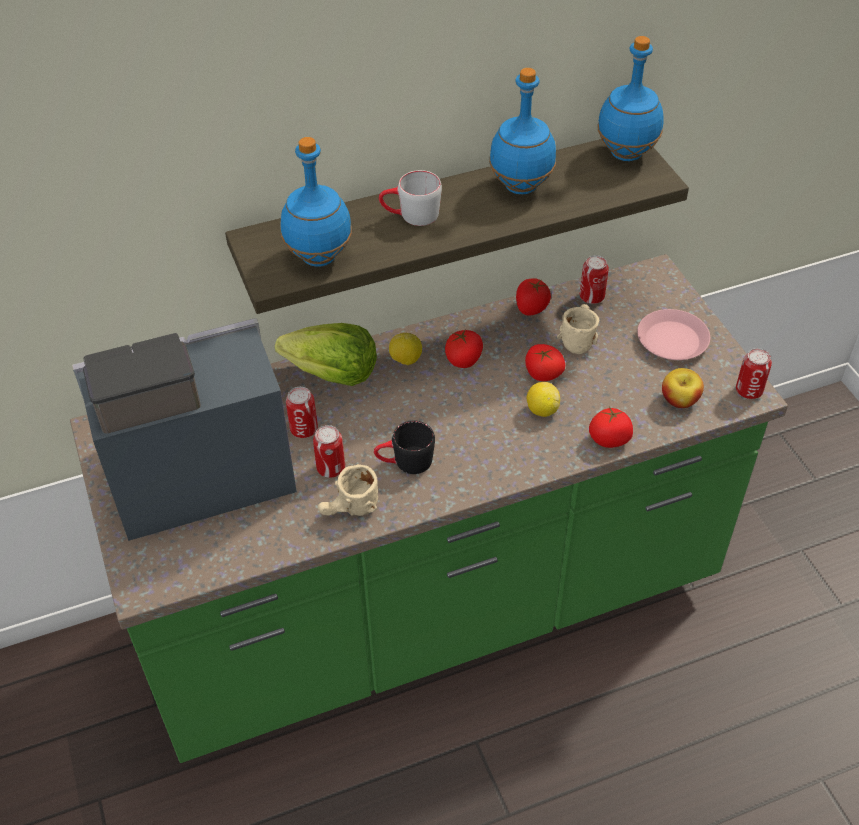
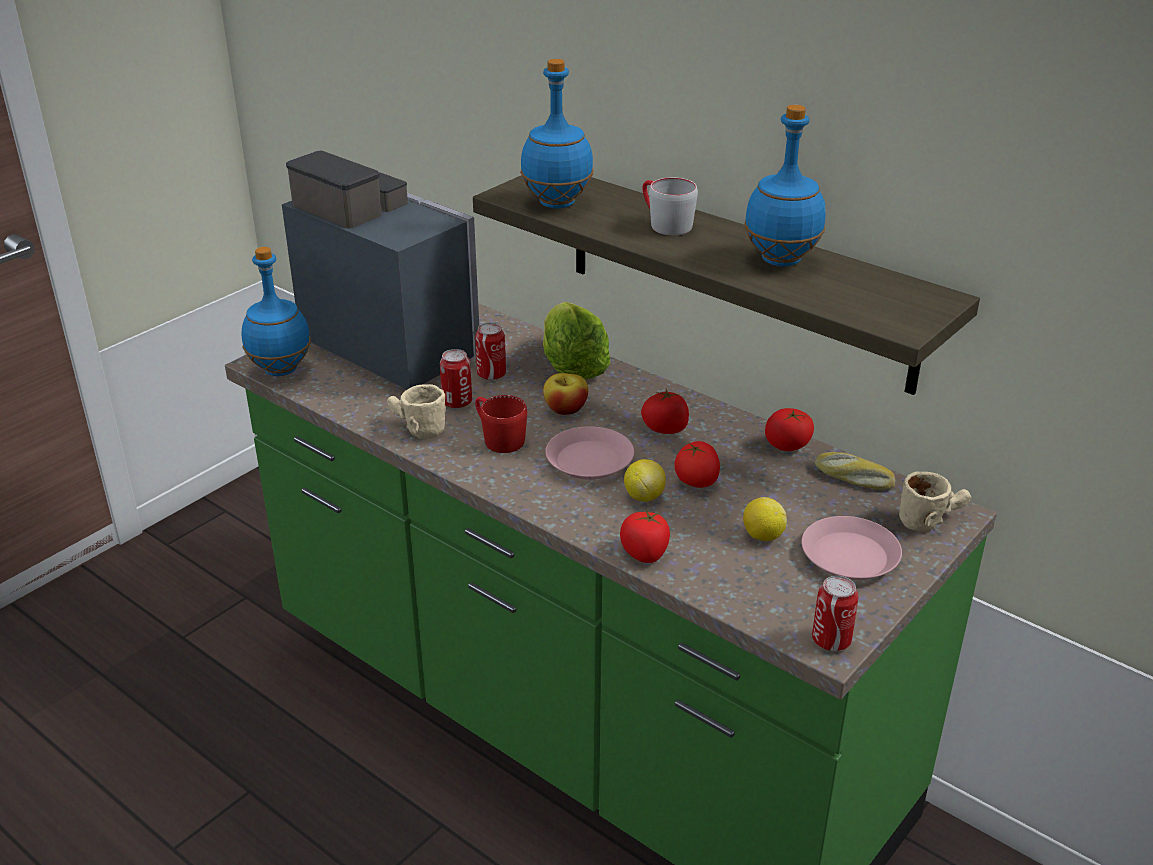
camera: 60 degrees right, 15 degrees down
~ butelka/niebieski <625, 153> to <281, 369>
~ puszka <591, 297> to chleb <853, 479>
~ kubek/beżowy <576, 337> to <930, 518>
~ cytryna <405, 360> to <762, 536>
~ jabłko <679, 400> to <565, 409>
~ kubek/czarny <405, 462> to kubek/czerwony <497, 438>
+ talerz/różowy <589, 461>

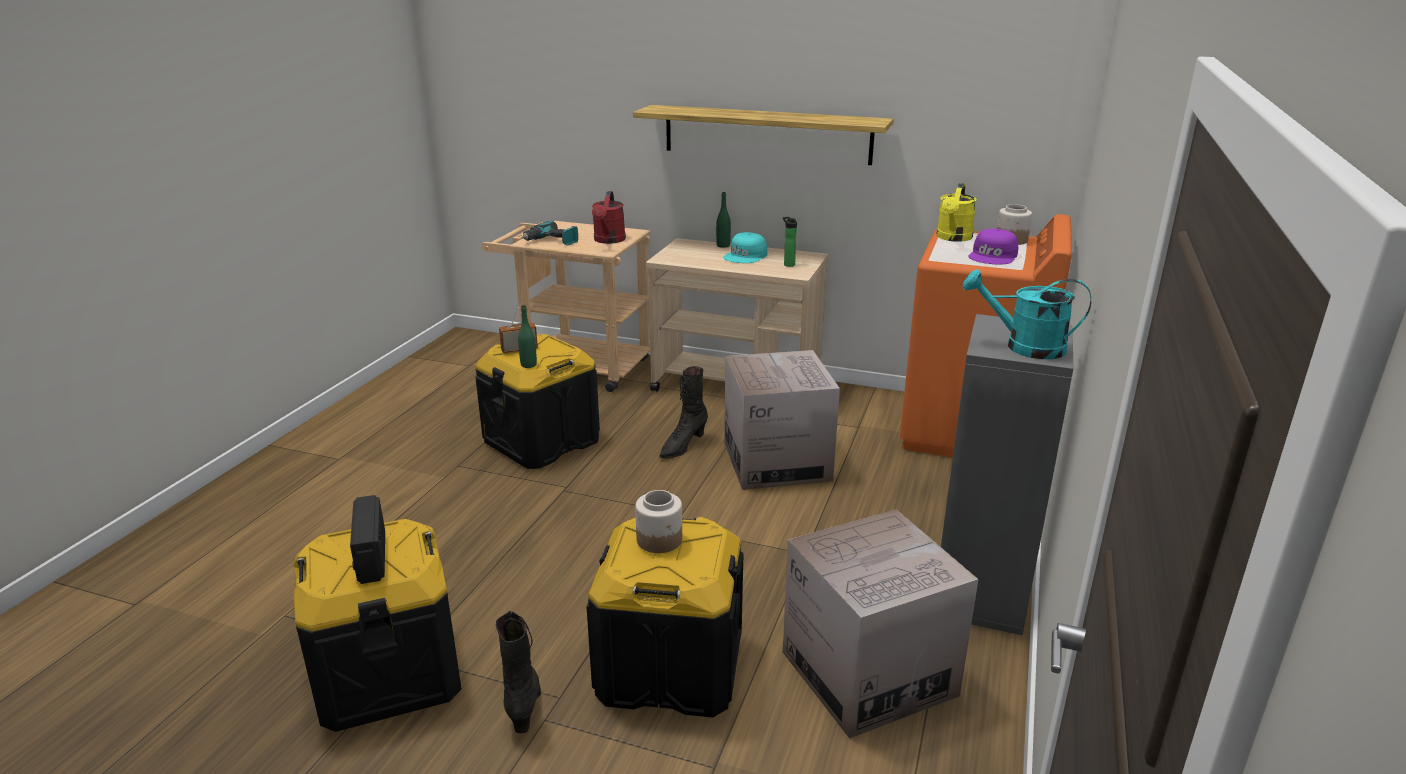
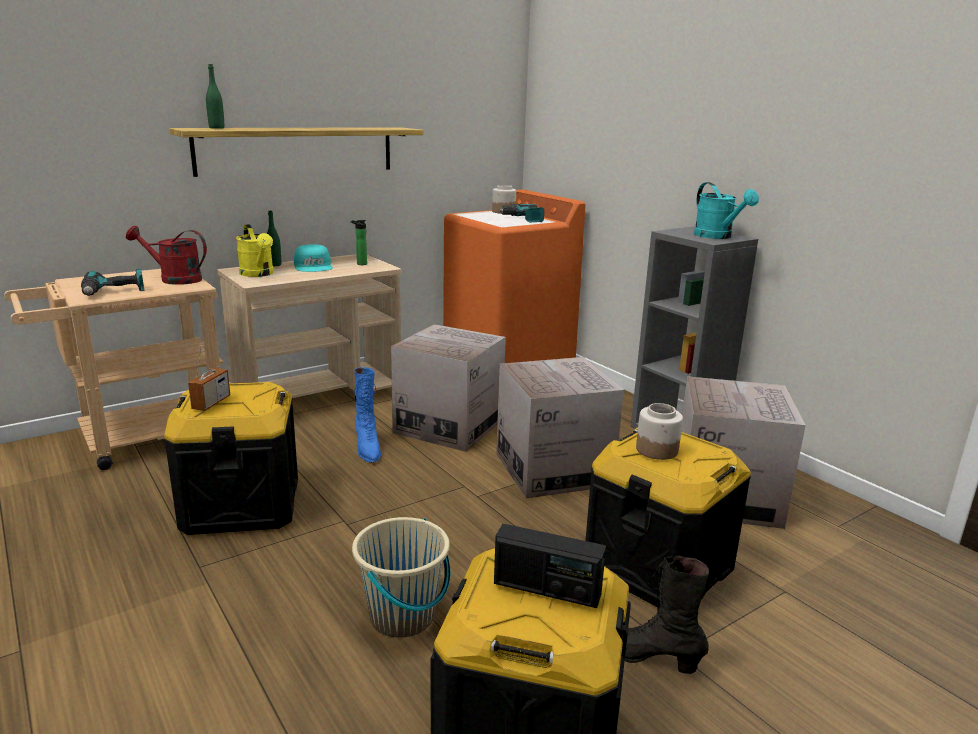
camera: 55 degrees left, 5 degrees down
~ konewka/żółty <953, 238> to <258, 274>
~ konewka/czerwony <608, 240> = <174, 279> 150 degrees clockwise
~ czapka z daszkiem/fioletowy <993, 256> to wiertarka <523, 219>
~ konewka/turkusowy <1024, 347> = <717, 236> 75 degrees counterclockwise
~ butelka/zielony <528, 365> to <216, 128>
~ but z cholewką/czarny <682, 446> to but z cholewką/niebieski <367, 448>
+ karton <553, 469>
+ wiadro/beżowy <403, 616>

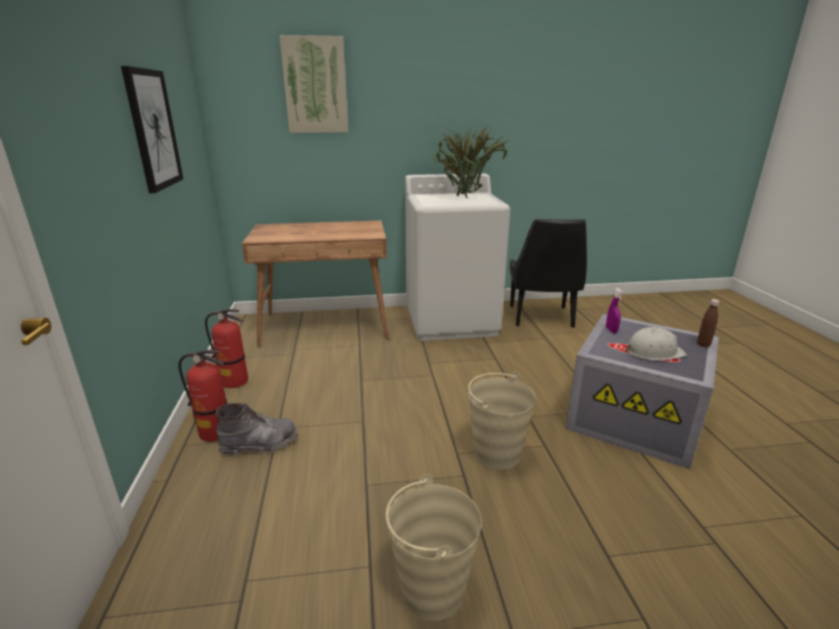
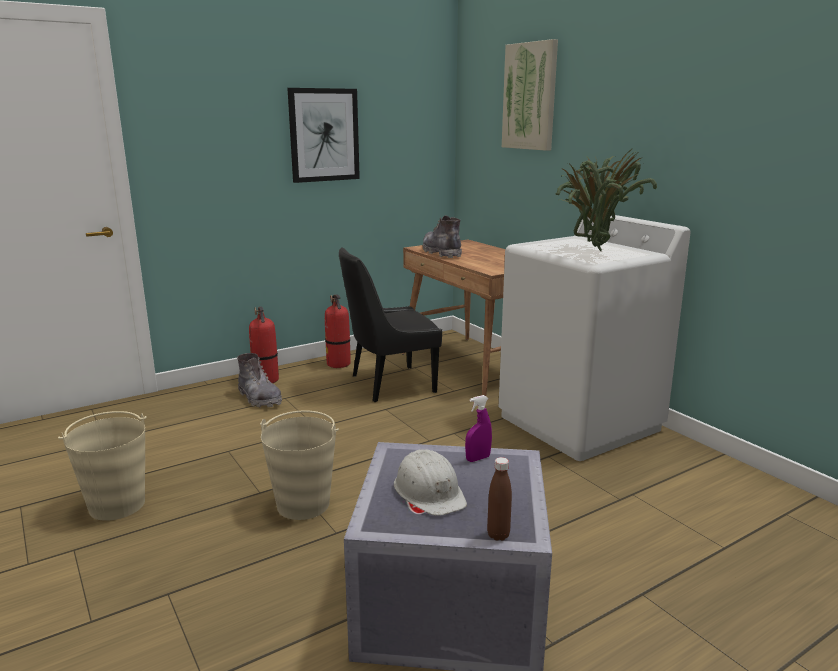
camera: 65 degrees right, 5 degrees down
~ krzesło/czarny <541, 318> to <389, 384>
+ but z cholewką/szary <441, 253>

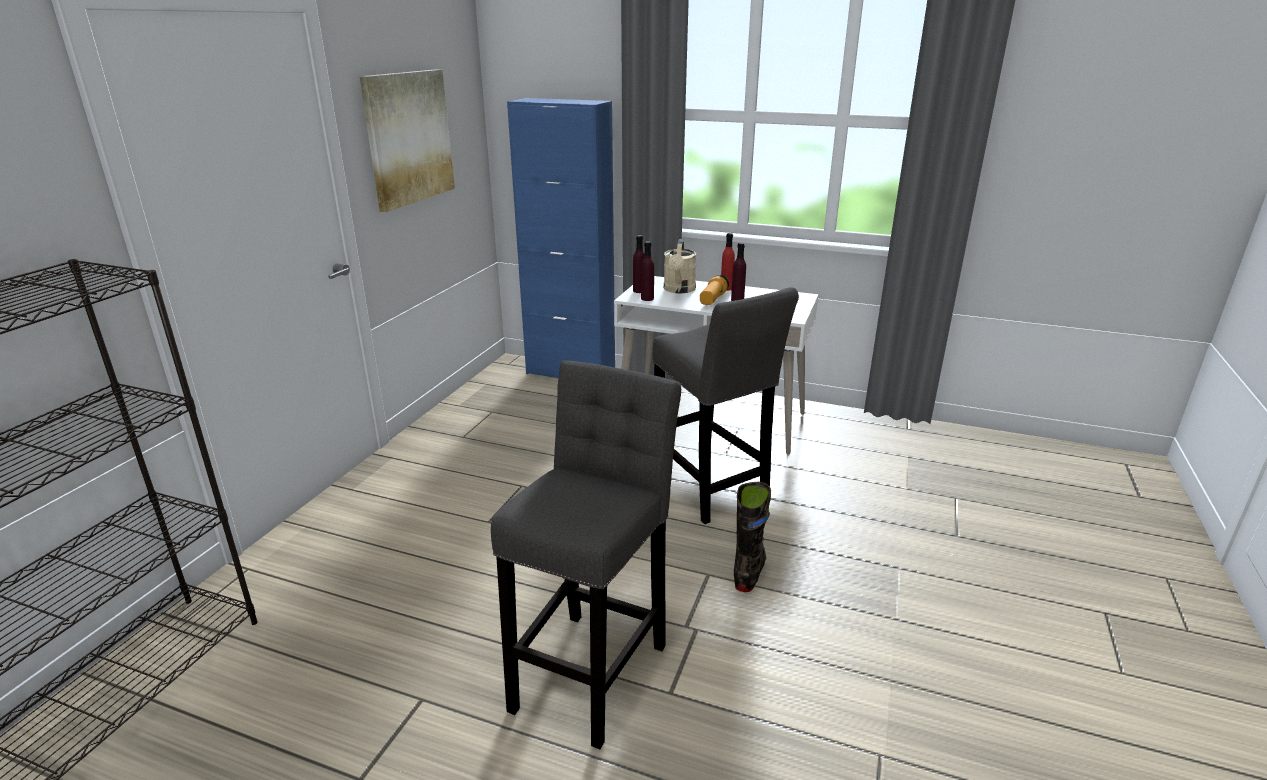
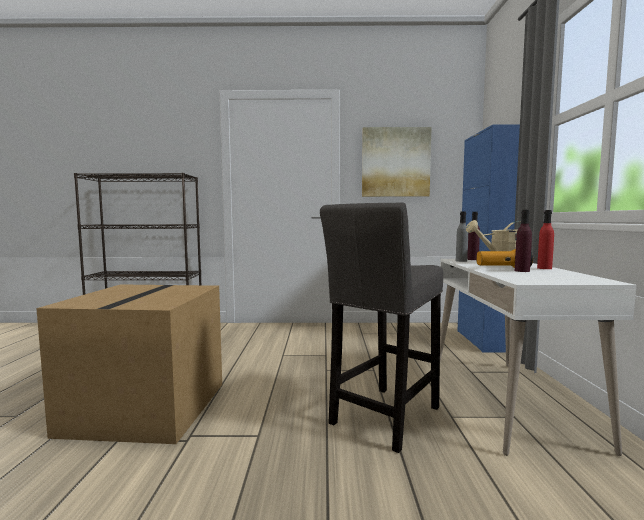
camera: 70 degrees right, 20 degrees down
~ butelka/fioletowy <647, 298> to butelka/szary <461, 261>
~ stołek/szary <593, 669> to karton <147, 409>
- but z cholewką/czarny <749, 571>

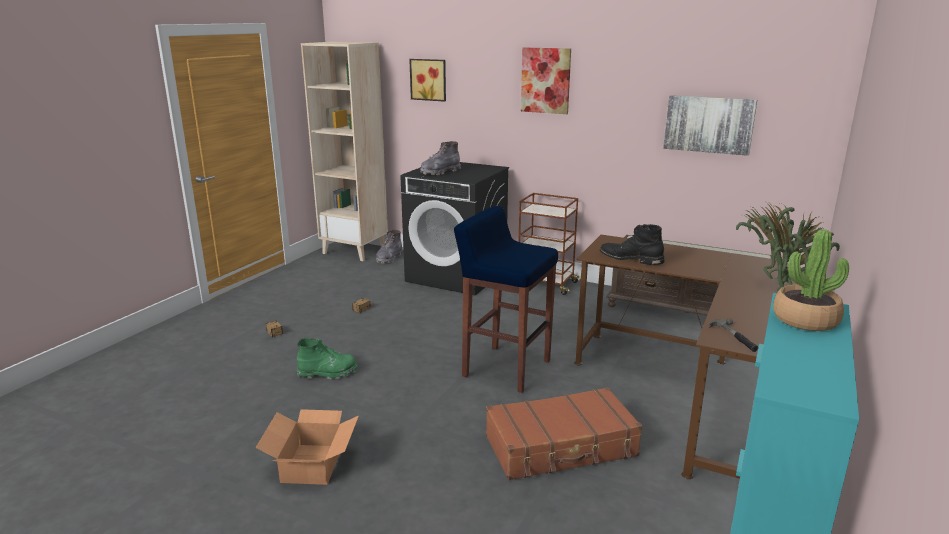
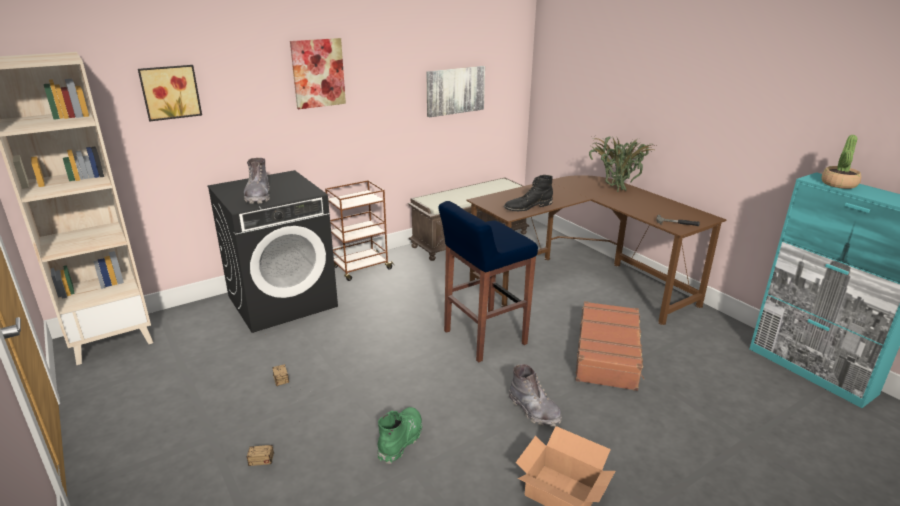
camera: 60 degrees left, 5 degrees up
~ but z cholewką/szary <389, 258> to <534, 410>

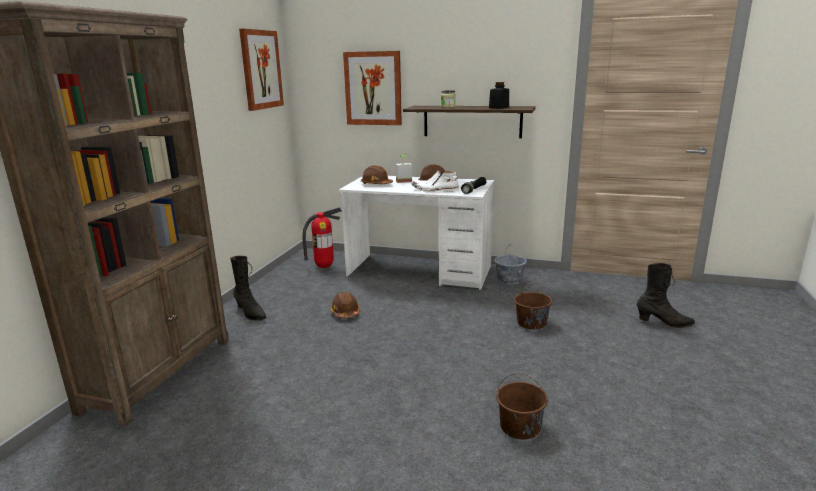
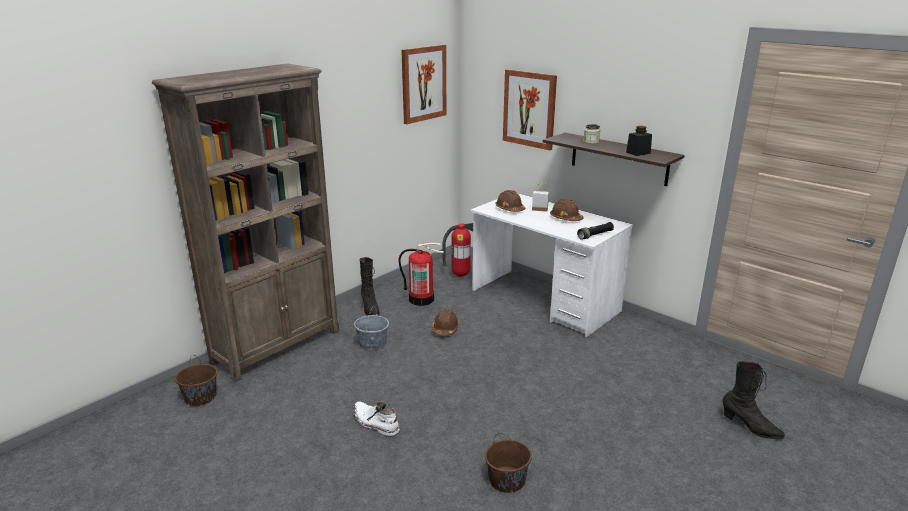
camera: 25 degrees right, 5 degrees up
~ but z cholewką/biały <435, 190> to <375, 423>
~ wiadro/szary <509, 280> to <372, 343>
~ wiadro/brązowy <532, 323> to <200, 397>
+ gaśnica <421, 299>

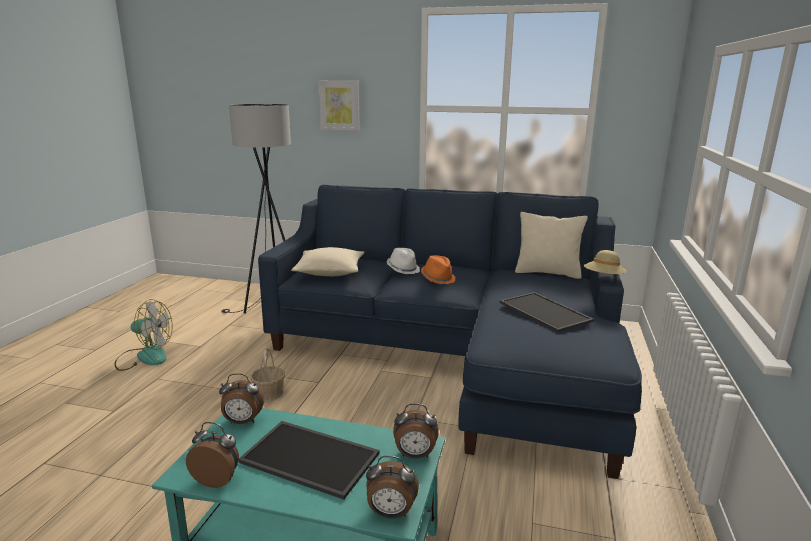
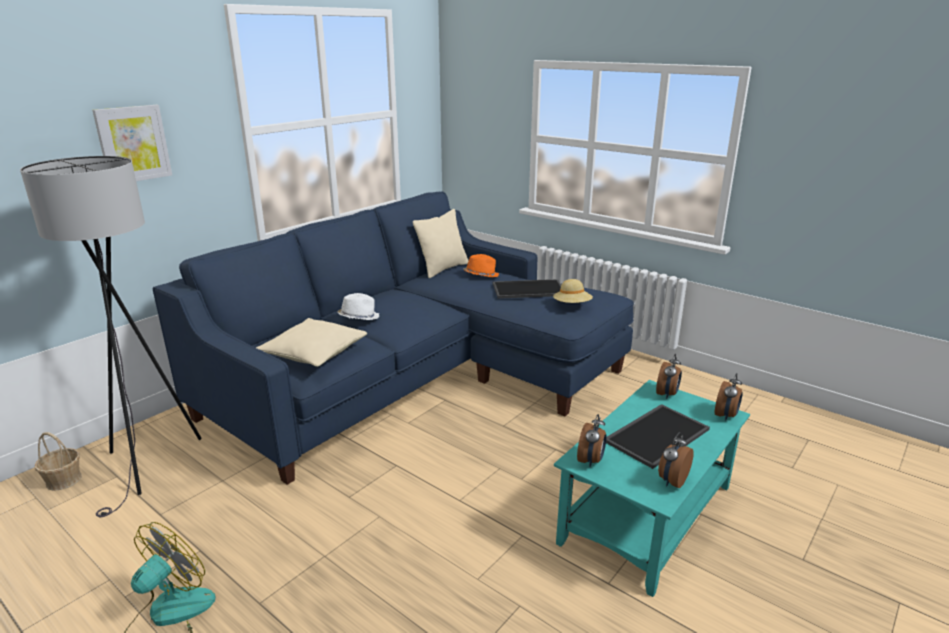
camera: 65 degrees left, 5 degrees up
~ kapelusz/beżowy <603, 278> to <572, 305>
~ kapelusz/pomarańczowy <438, 278> to <481, 275>
~ koszyk <269, 393> to <64, 480>

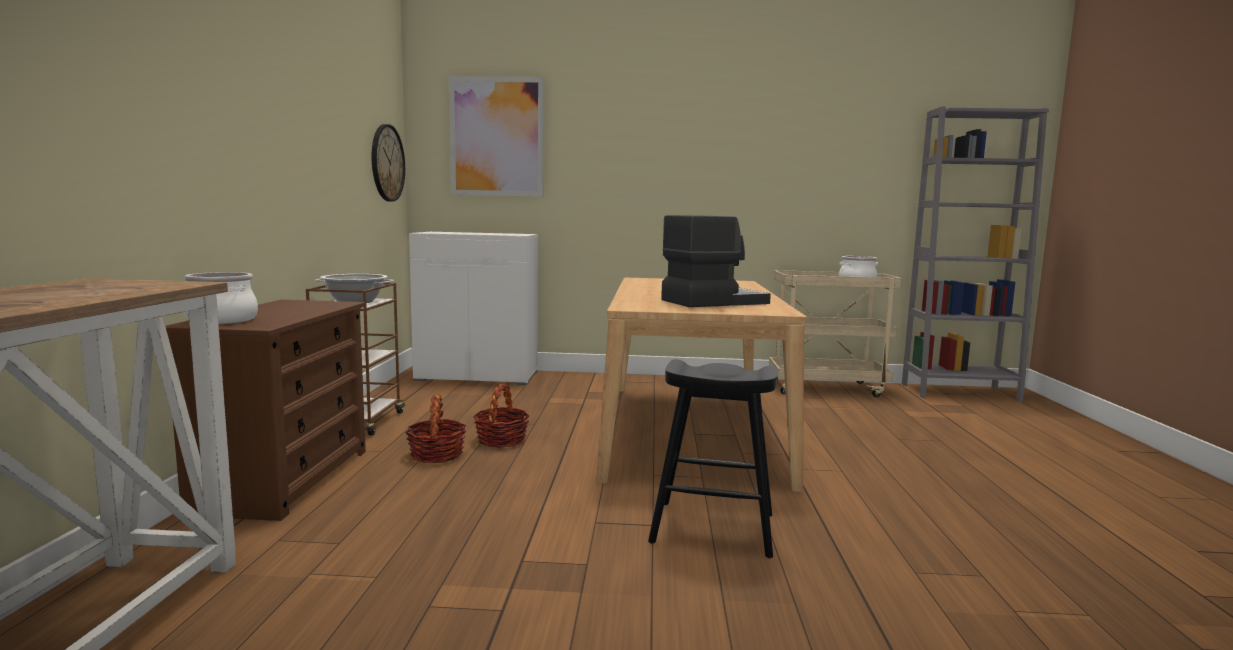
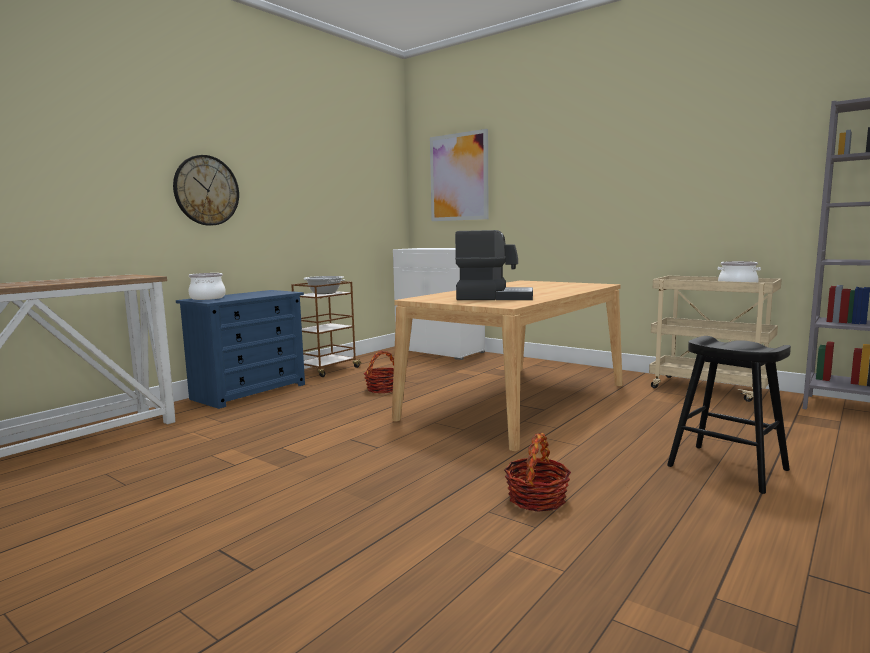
camera: 35 degrees right, 0 degrees up
~ zegar ścienny <387, 163> to <206, 190>
~ komoda/brązowy <285, 479> to komoda/niebieski <250, 391>
~ stołek/czarny <713, 528> to <727, 468>
~ koszyk <437, 454> to <537, 499>

